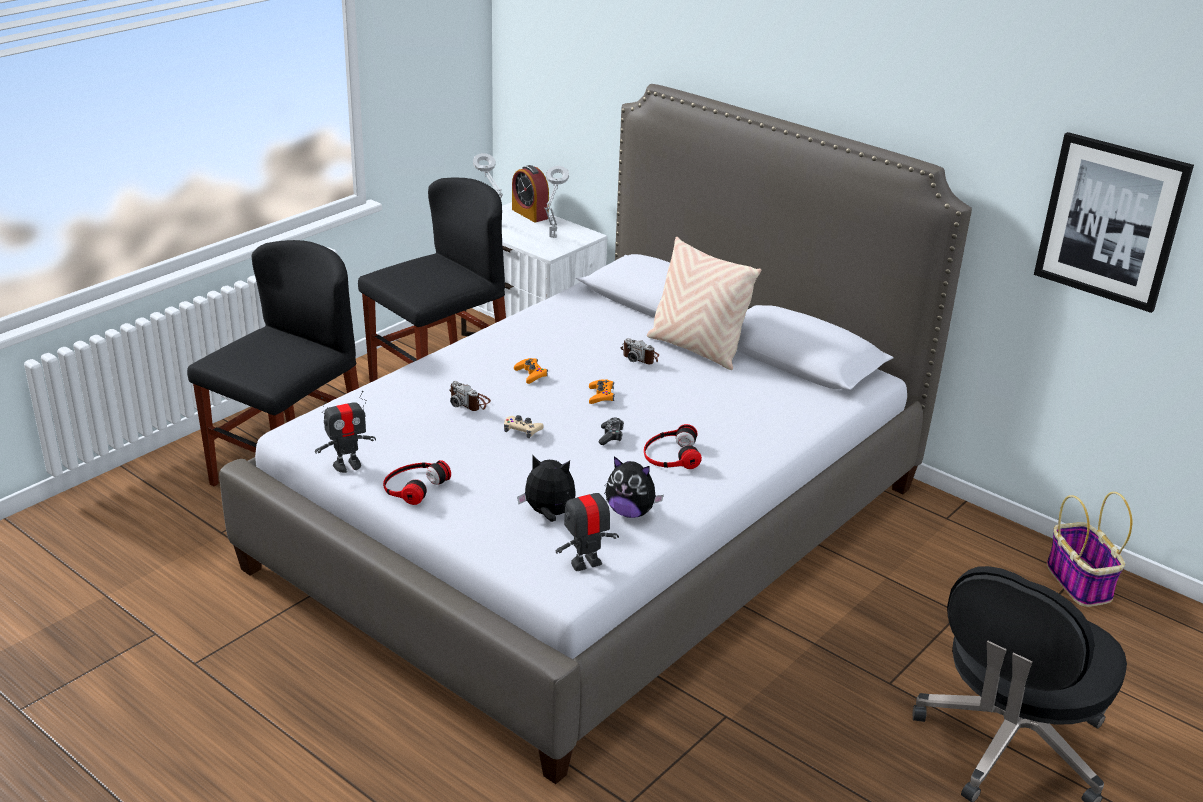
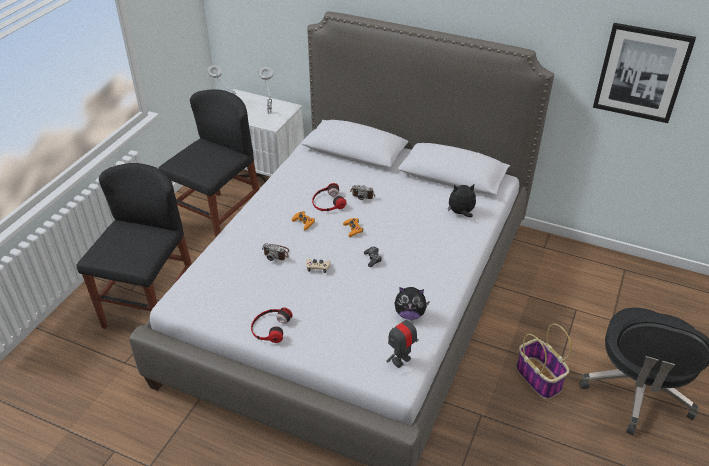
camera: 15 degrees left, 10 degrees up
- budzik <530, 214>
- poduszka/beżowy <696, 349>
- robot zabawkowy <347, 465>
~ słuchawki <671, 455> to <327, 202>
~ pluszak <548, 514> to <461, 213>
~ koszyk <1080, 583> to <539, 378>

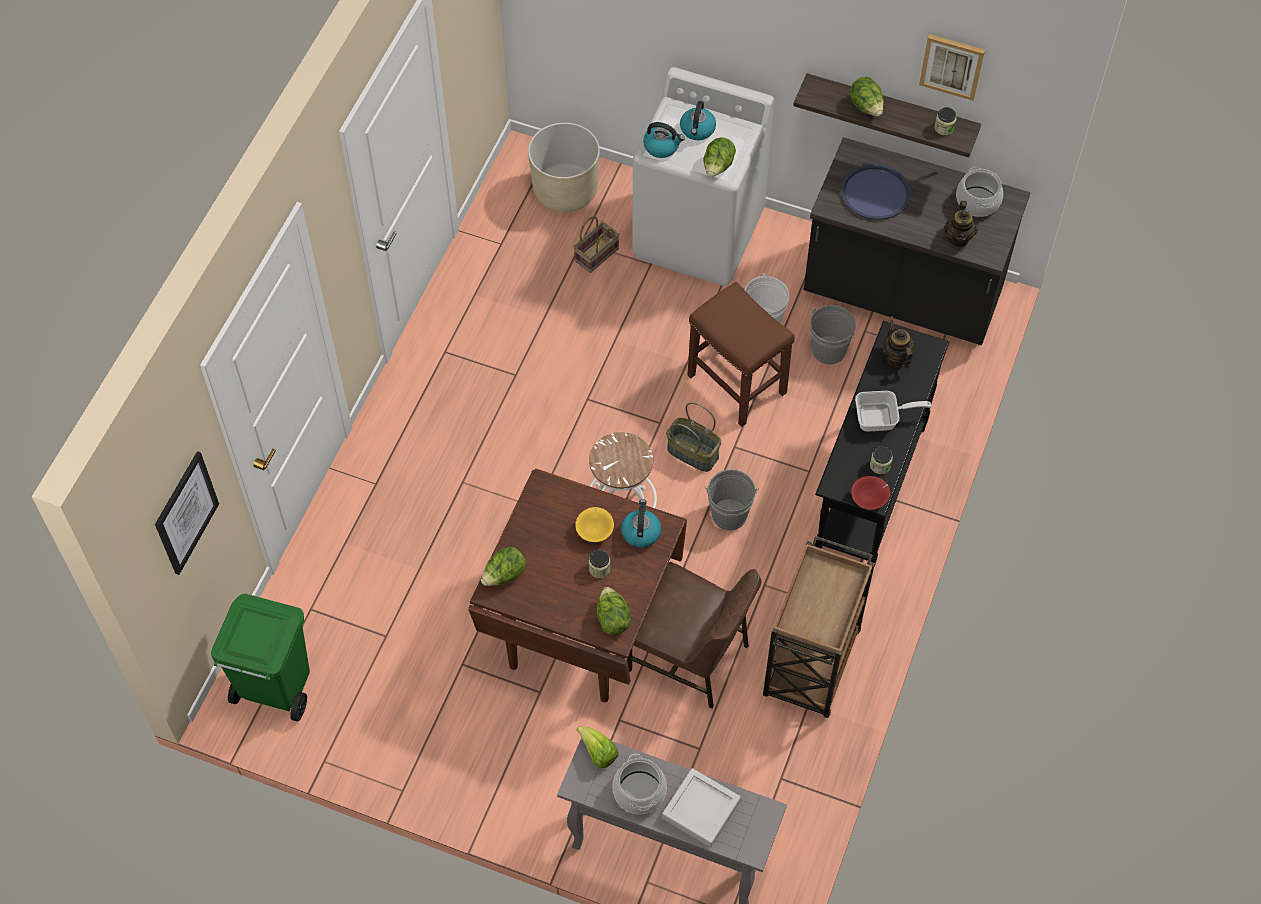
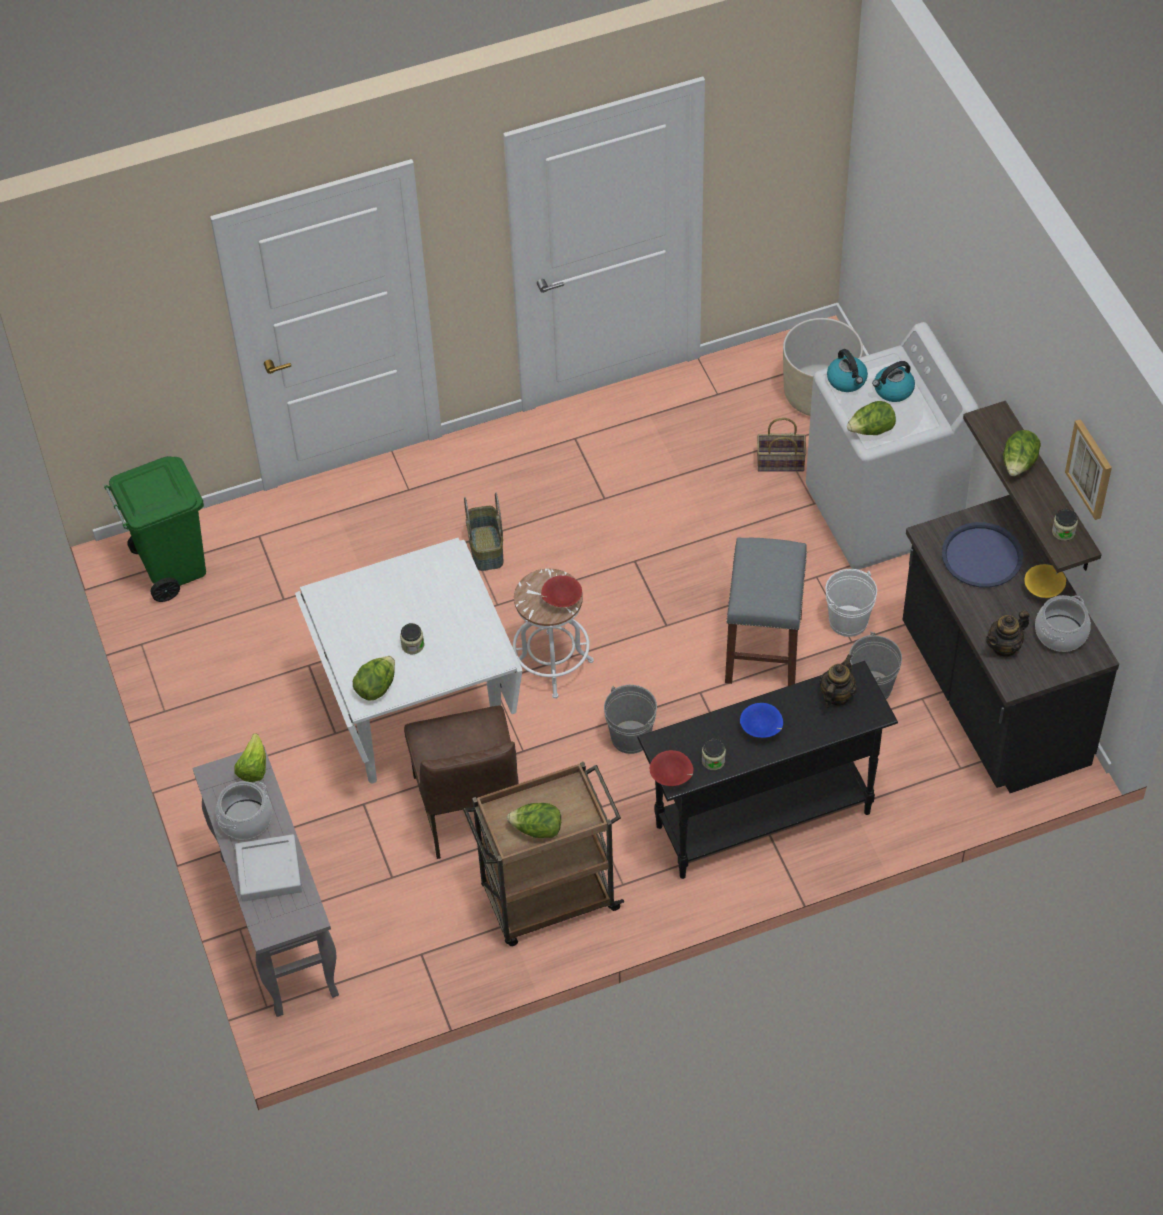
camera: 50 degrees right, 5 degrees down
~ stołek/brązowy <738, 384> to stołek/szary <764, 650>
~ patelnia <882, 419> to miska/niebieski <761, 729>
~ koszyk <693, 452> to <487, 549>
- obraz <186, 513>
~ stół jadalny/brązowy <580, 629> to stół jadalny/biały <418, 717>
- czajnik <640, 532>
~ miska/żółty <595, 530> to <1044, 589>
~ sałata <504, 575> to <537, 829>
+ miska/czerwony <561, 600>

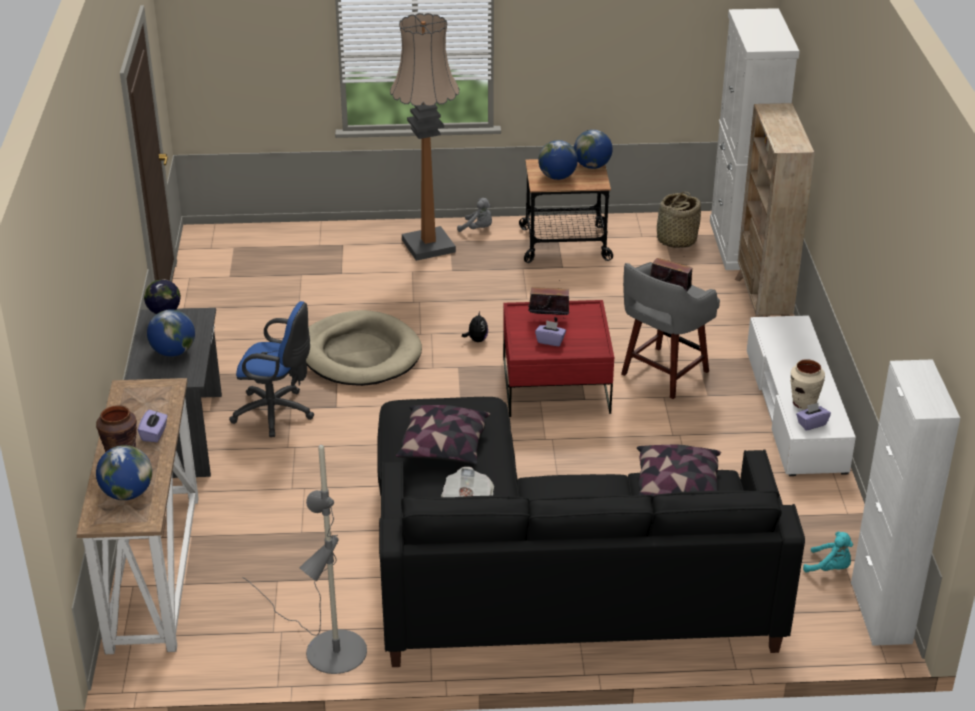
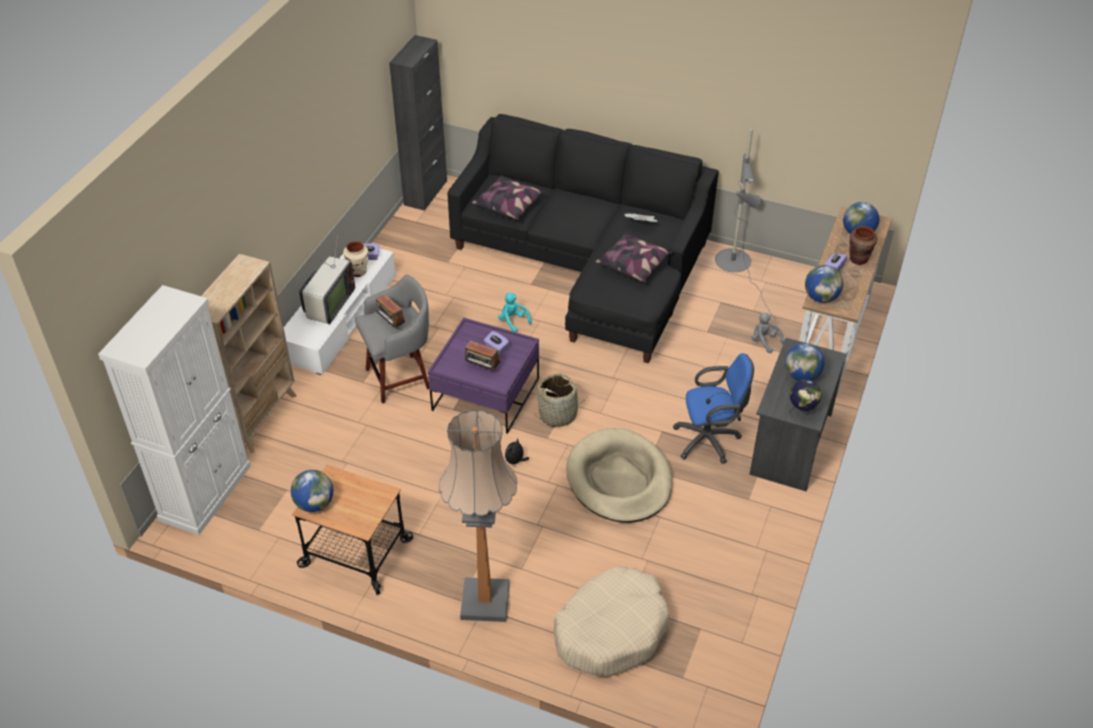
camera: 155 degrees left, 10 degrees up
~ globus <557, 177> to <821, 297>
~ koszyk <676, 240> to <558, 414>
~ pluszak/szary <478, 229> to <764, 341>
~ ława/czerwony <555, 386> to ława/fioletowy <486, 394>
~ krzesło biurowe/niebieski <277, 413> = <710, 440> 135 degrees clockwise
~ szafka/biały <881, 612> to szafka/czarny <425, 193>
~ pluszak/turkusowy <830, 568> to <513, 321>
+ telewizor <328, 305>
+ legowisko/beżowy <611, 630>

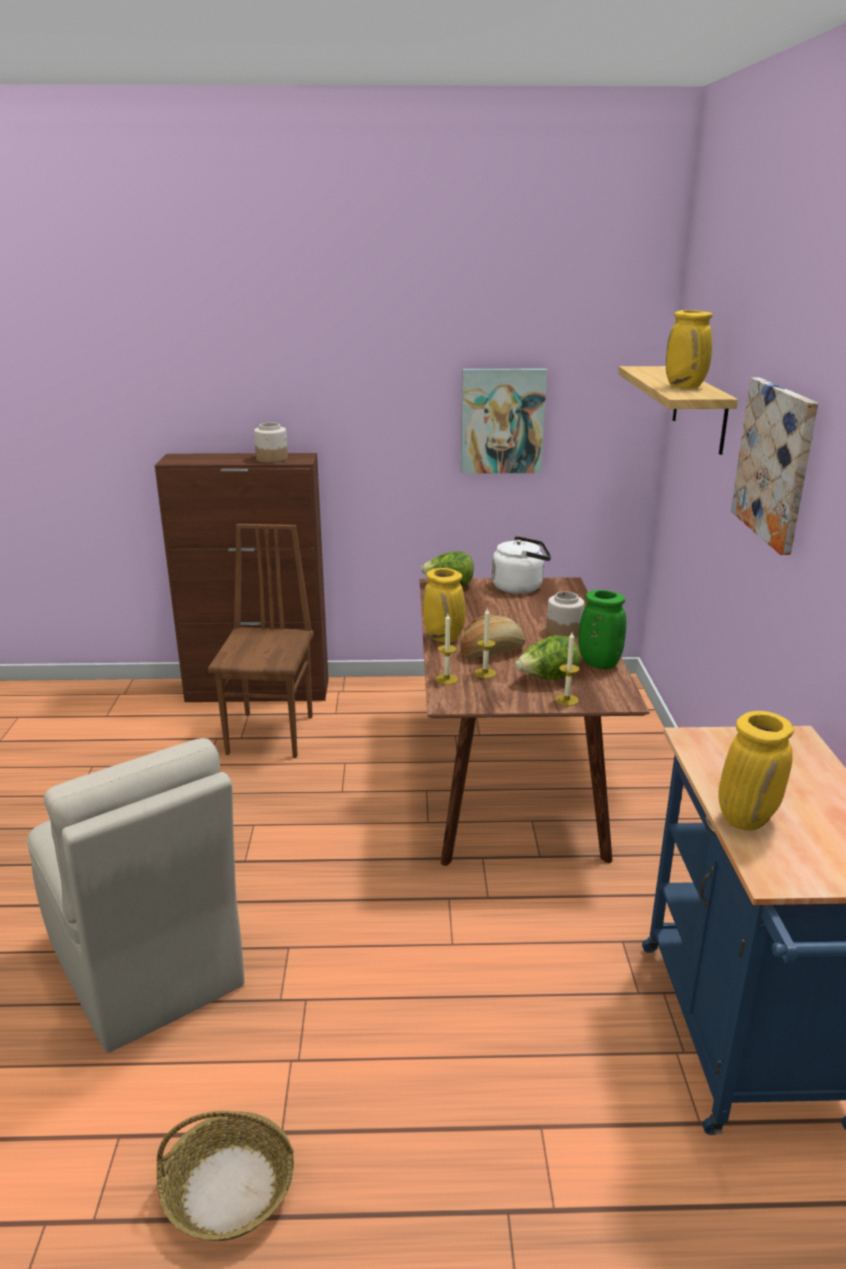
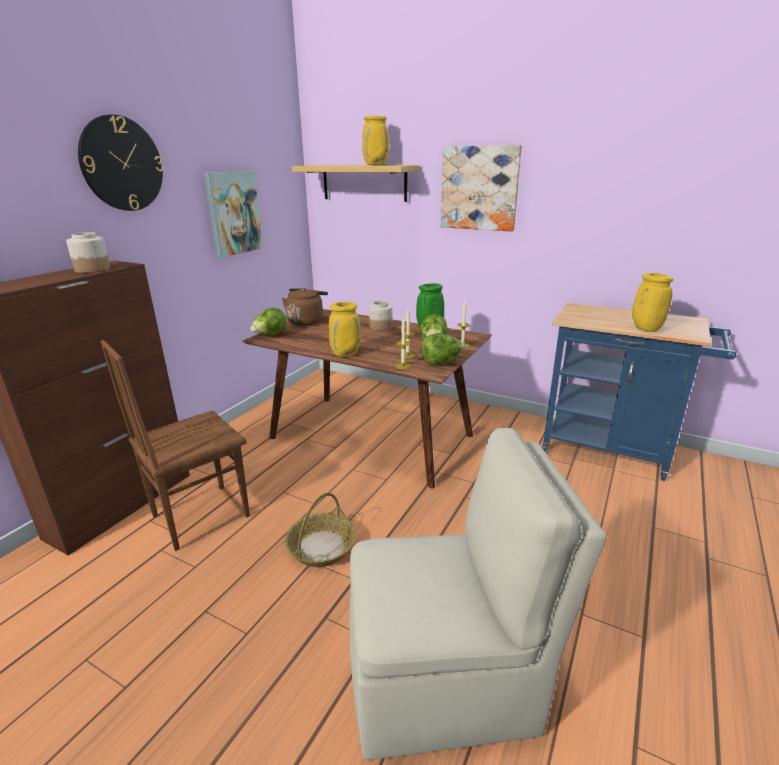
camera: 60 degrees left, 0 degrees up
~ krzesło/brązowy <272, 734> = <199, 515> 75 degrees counterclockwise
~ czajnik/biały <520, 587> to czajnik/brązowy <306, 321>
- chleb <491, 652>
~ koszyk <228, 1189> to <321, 547>
+ zegar ścienny <122, 164>
+ sałata <442, 363>

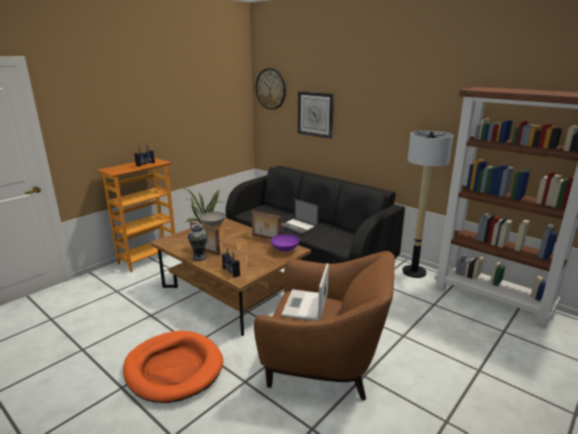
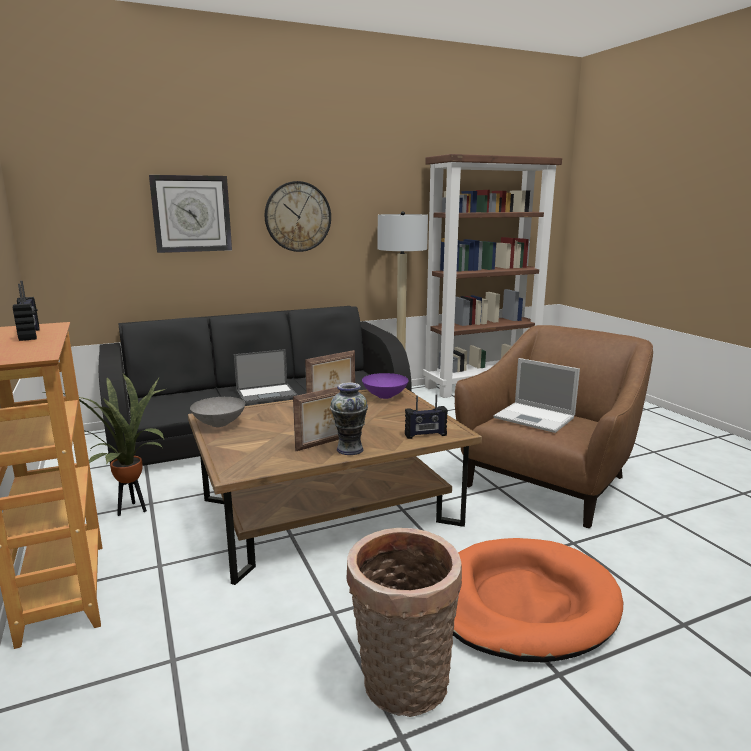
camera: 65 degrees left, 5 degrees down
~ zegar ścienny <271, 89> to <298, 216>
+ koszyk <402, 687>

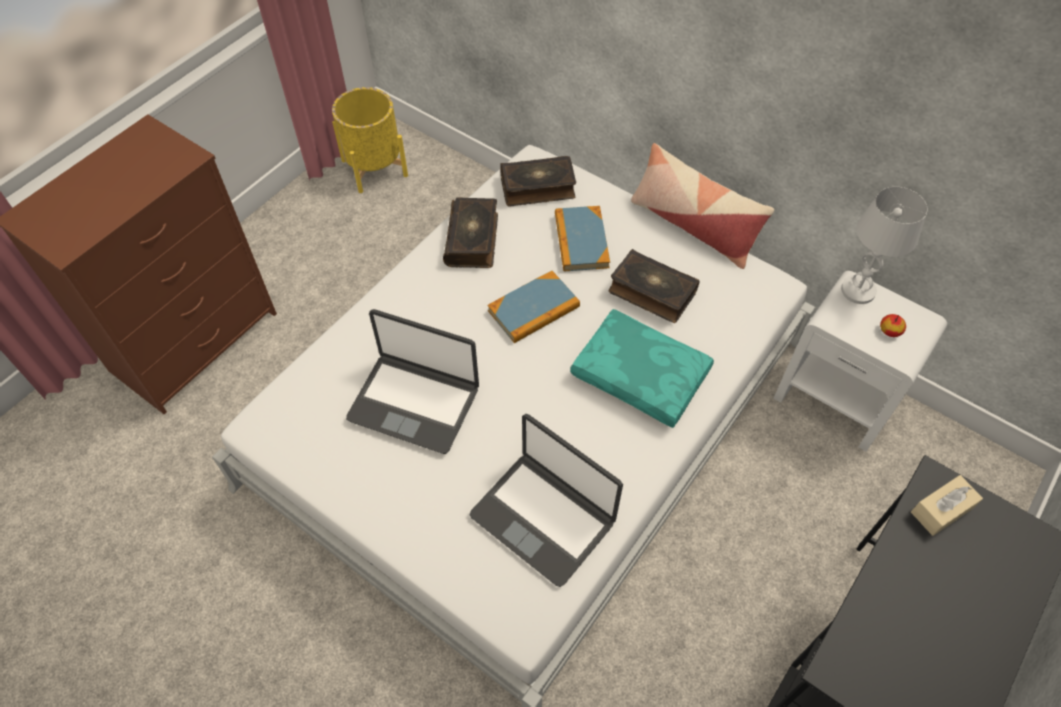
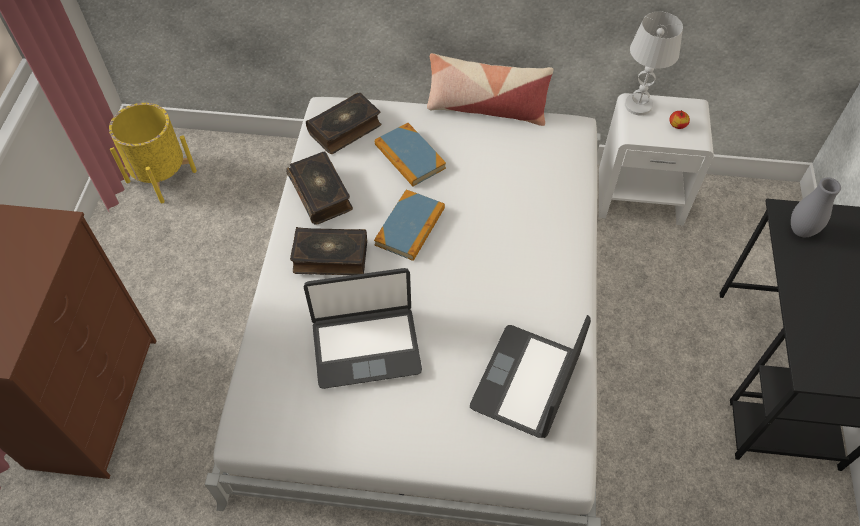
camera: 30 degrees left, 0 degrees up
~ książka <651, 292> to <330, 257>
- poduszka/turkusowy <642, 374>
~ laptop <543, 517> = <526, 382> 105 degrees clockwise
~ pudełko chusteczek/beżowy <941, 510> to wazon/szary <801, 230>

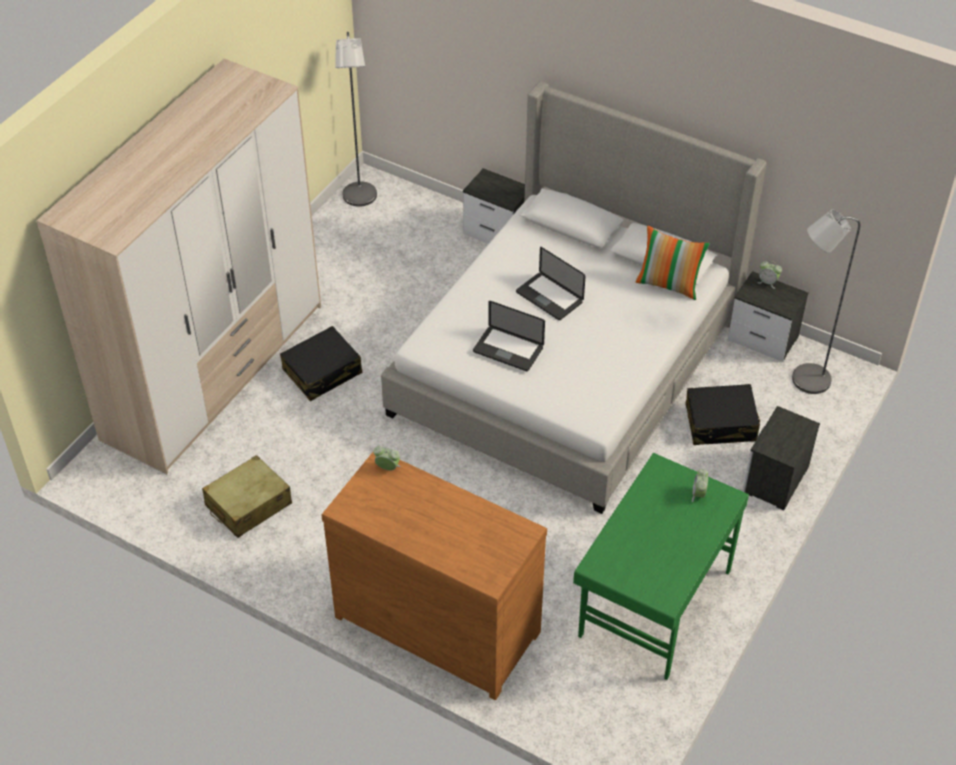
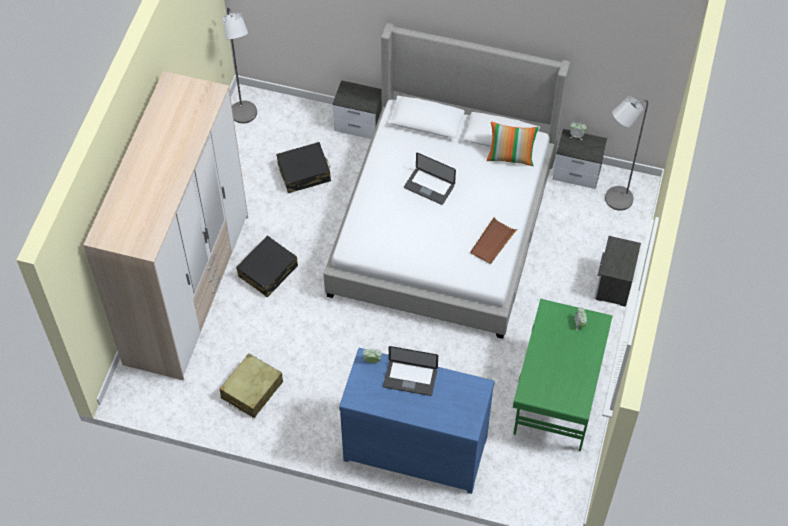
camera: 15 degrees left, 10 degrees up
~ laptop <508, 350> to <410, 378>
~ walizka/czarny <721, 423> to <304, 173>
~ komoda/brązowy <439, 621> to komoda/niebieski <415, 446>
+ taca/brązowy <492, 242>

